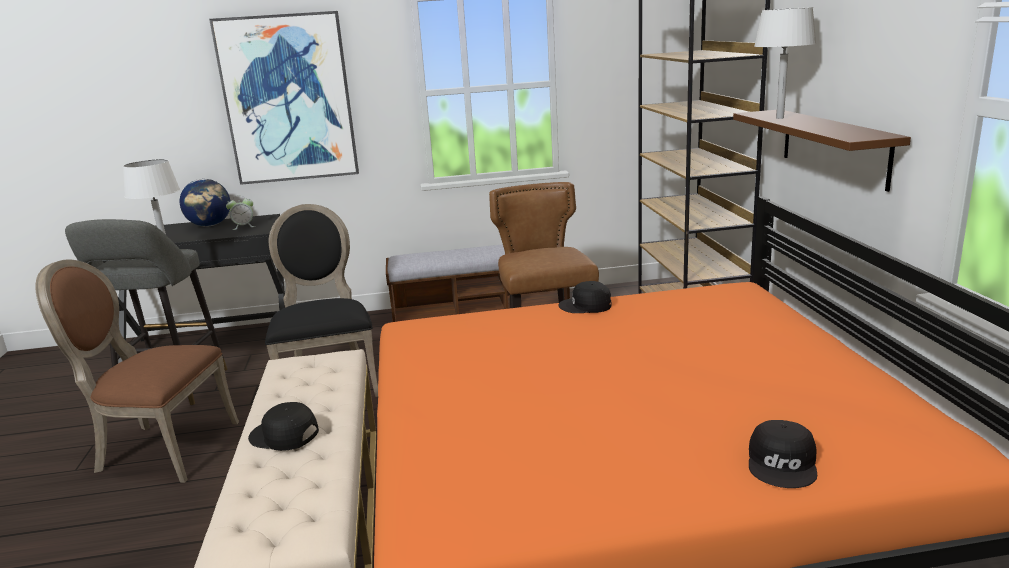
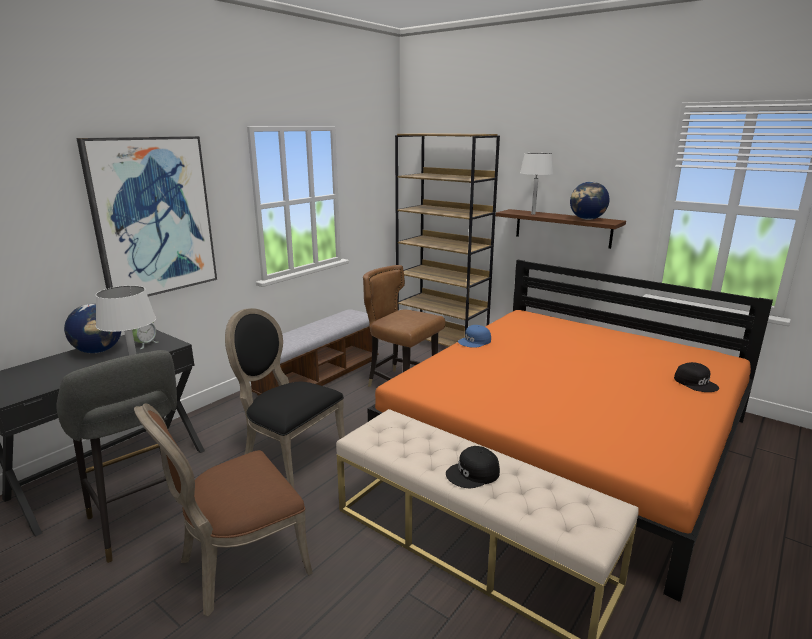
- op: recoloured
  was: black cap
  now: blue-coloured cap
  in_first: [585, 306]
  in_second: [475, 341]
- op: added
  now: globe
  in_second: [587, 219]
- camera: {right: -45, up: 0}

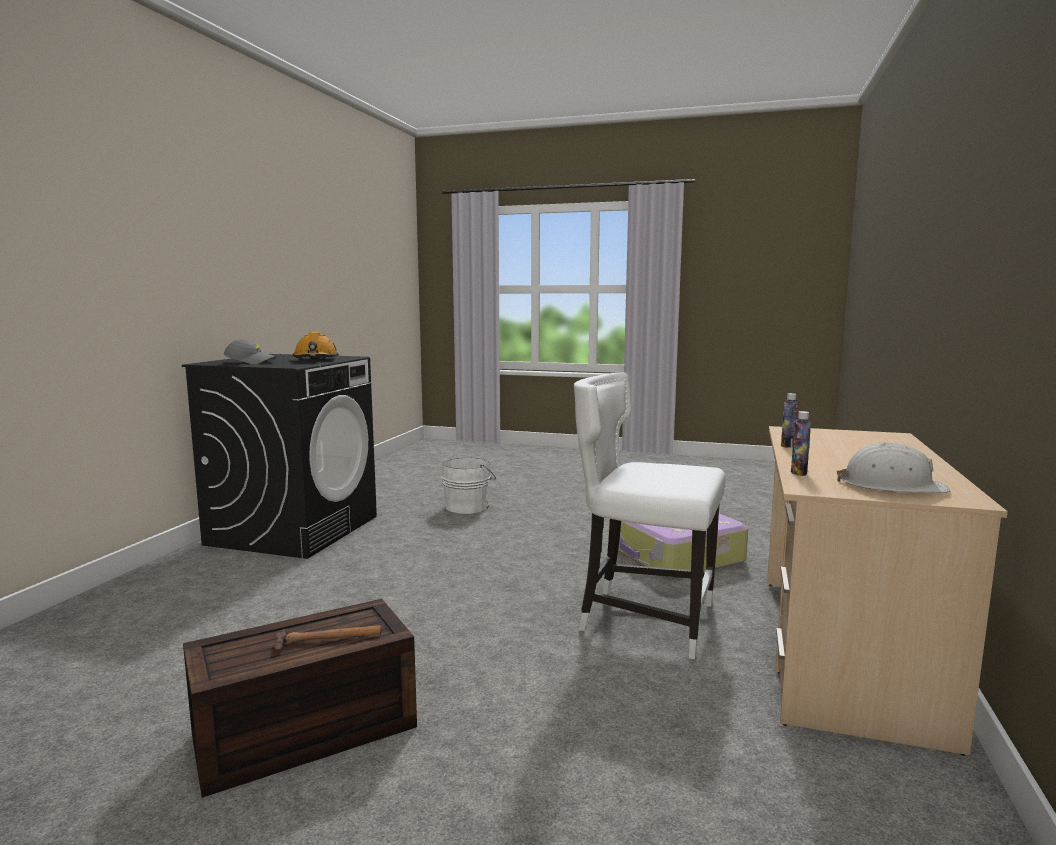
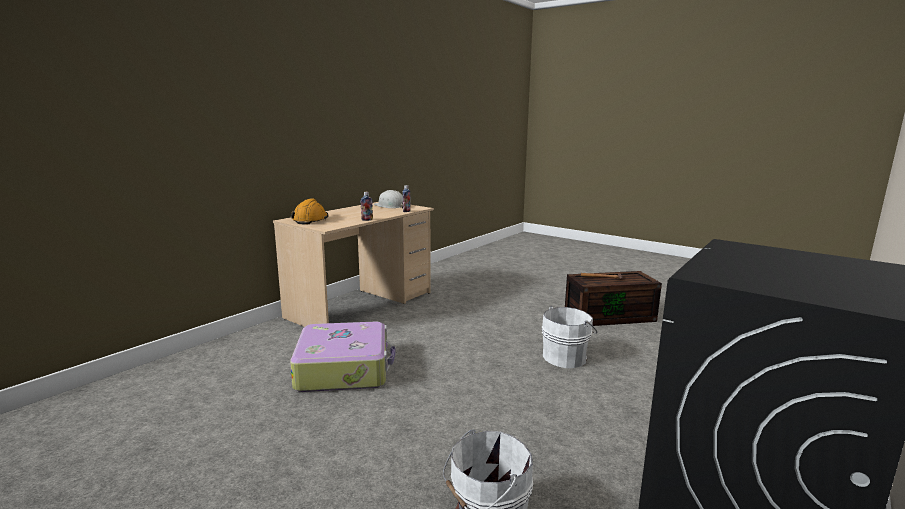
- op: moved
  was: orangey safety helmet
  in_first: [316, 359]
  in_second: [310, 220]
- op: added
  now: white pail
  in_second: [566, 357]
- op: removed
  was: grey cap
  in_first: [251, 362]
- op: removed
  was: white chair
  in_first: [644, 619]
- camera: {right: -160, up: 5}

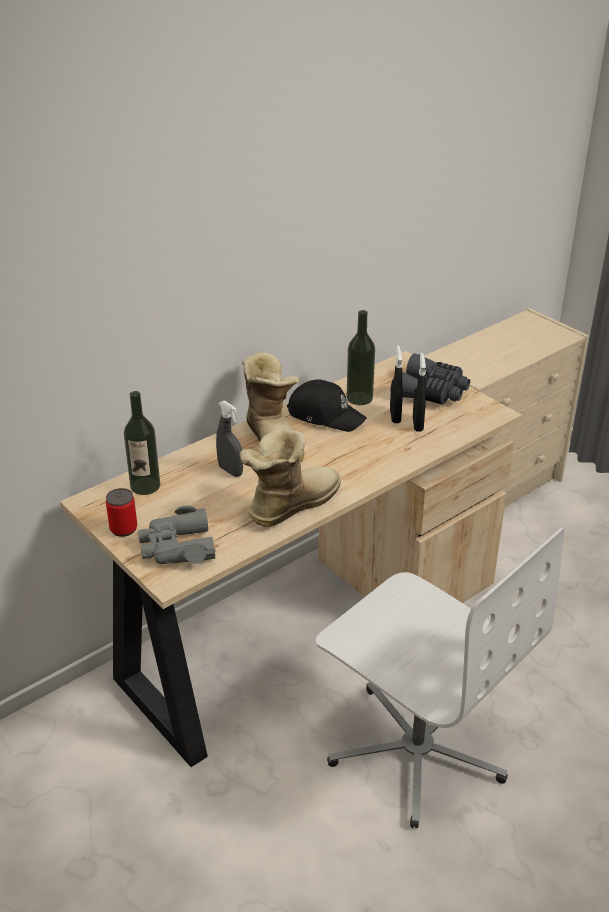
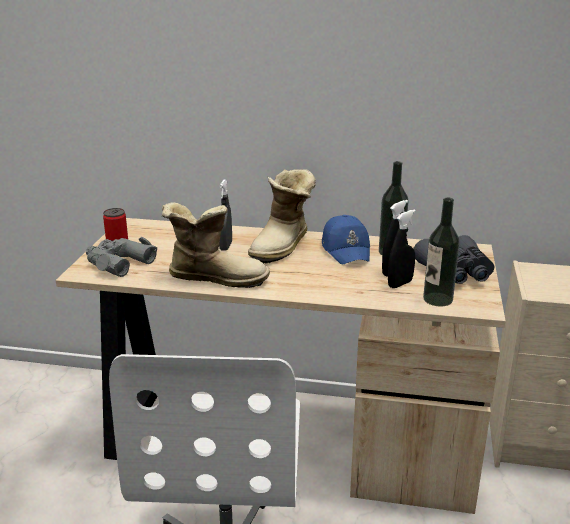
- op: recoloured
  was: black cap
  now: blue-coloured cap
  in_first: [325, 415]
  in_second: [346, 249]
- op: moved
  was: bottle
  in_first: [145, 486]
  in_second: [437, 299]
- camera: {right: 50, up: -10}

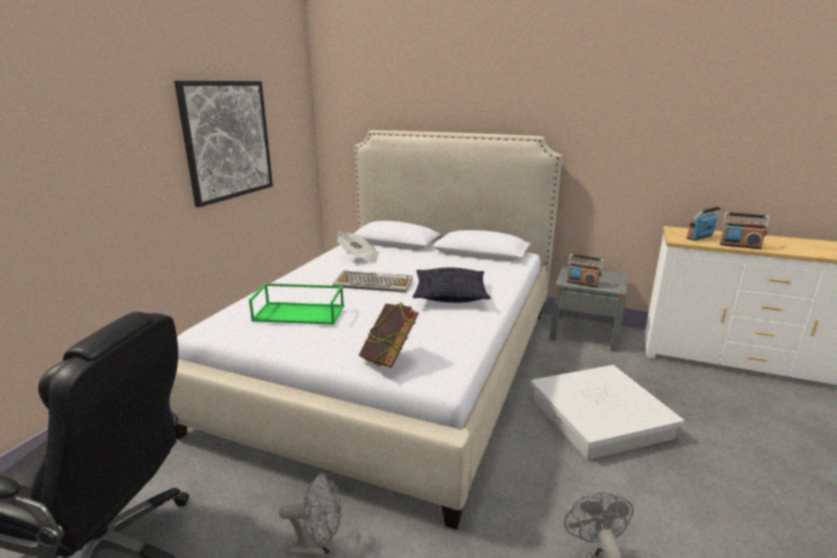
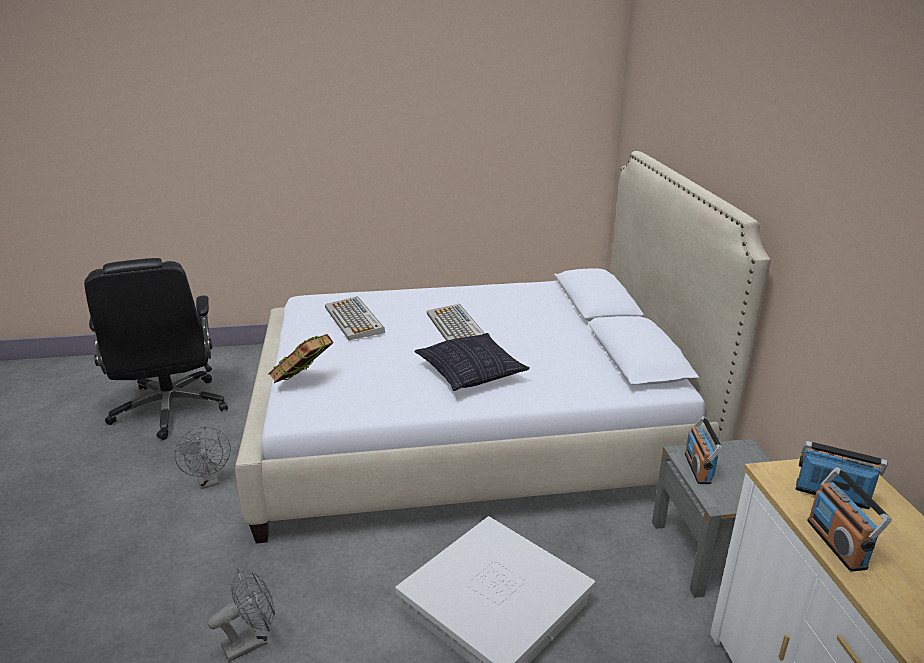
- op: replaced
  was: green serving tray
  now: computer keyboard
  in_first: [300, 313]
  in_second: [354, 320]
- op: removed
  was: wall art
  in_first: [228, 140]
- op: removed
  was: printed paper
  in_first: [359, 258]
- camera: {right: 60, up: 5}

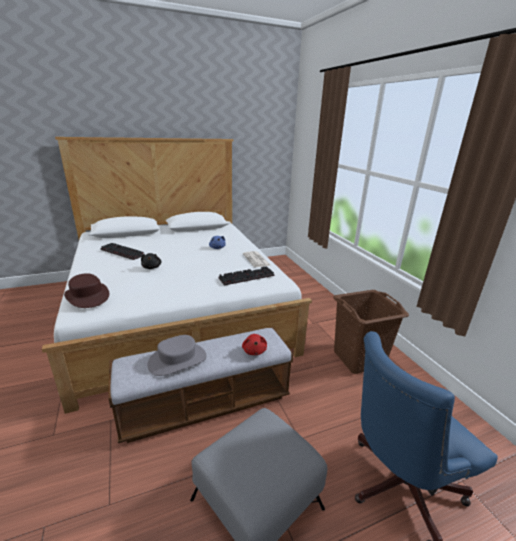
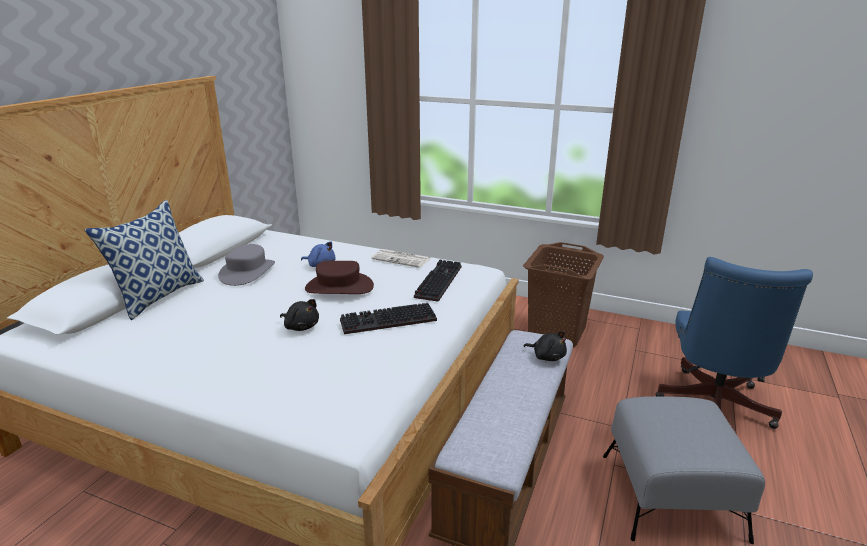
- op: added
  now: throw pillow
  in_second: [159, 296]
- op: moved
  was: grey clothing hat
  in_first: [177, 360]
  in_second: [247, 272]
- op: moved
  was: brownish clothing hat
  in_first: [87, 296]
  in_second: [339, 287]
- op: moved
  was: computer keyboard
  in_first: [121, 252]
  in_second: [387, 322]
- op: recoloured
  was: red soft toy
  now: black soft toy
  in_first: [254, 350]
  in_second: [547, 356]
- camera: {right: -45, up: 0}

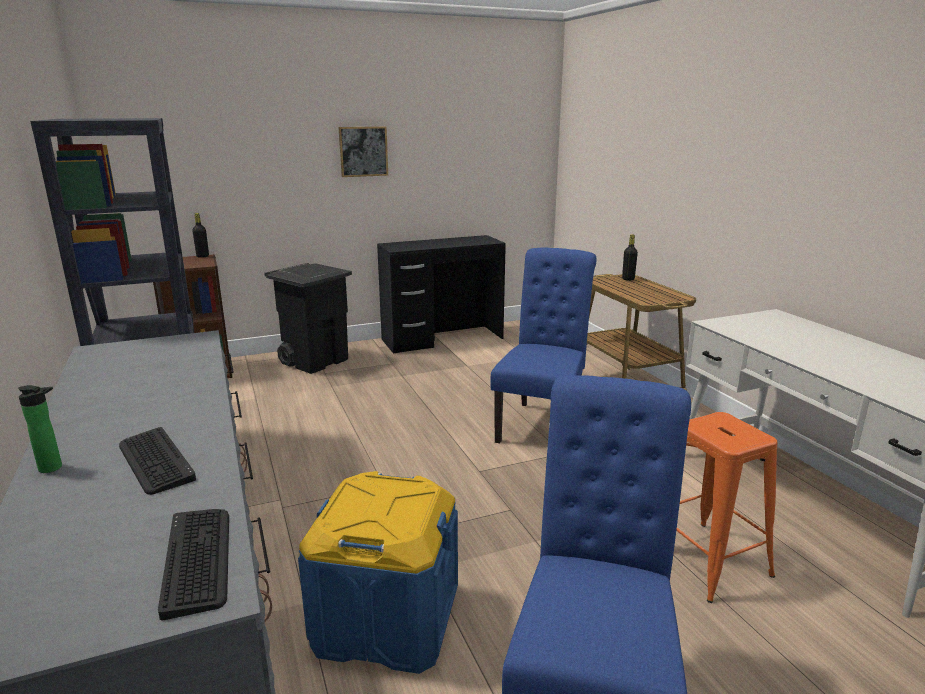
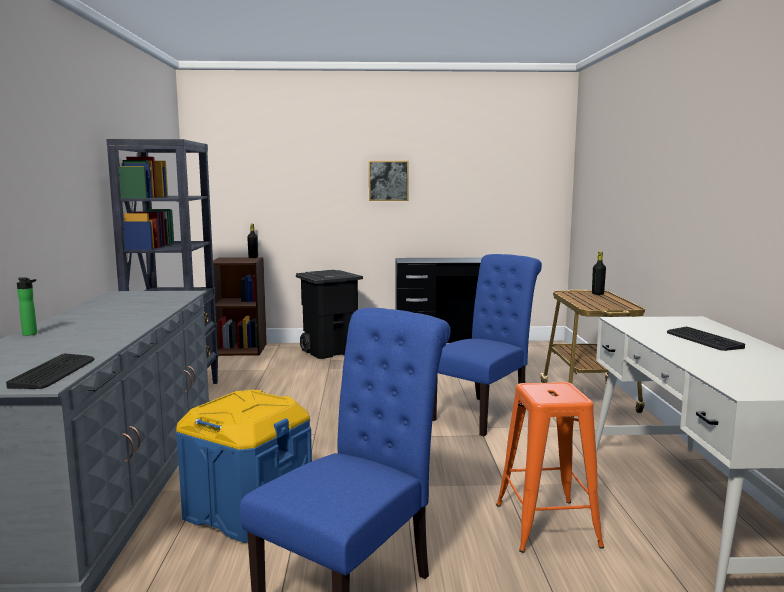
- op: moved
  was: computer keyboard
  in_first: [155, 461]
  in_second: [703, 340]
- camera: {right: 20, up: -10}

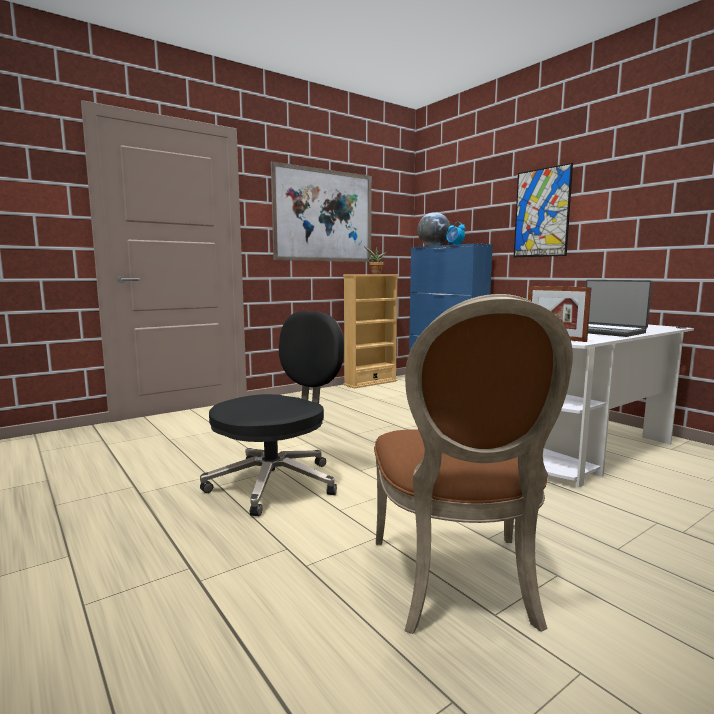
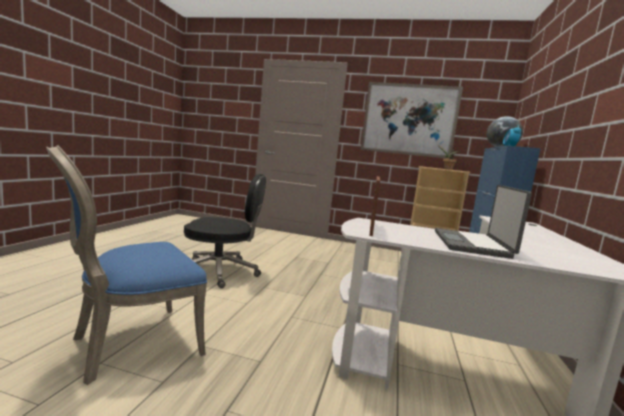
- op: recoloured
  was: brownish chair
  now: blue-coloured chair
  in_first: [459, 584]
  in_second: [132, 345]
- op: removed
  was: wall art
  in_first: [542, 213]
- camera: {right: 50, up: 0}

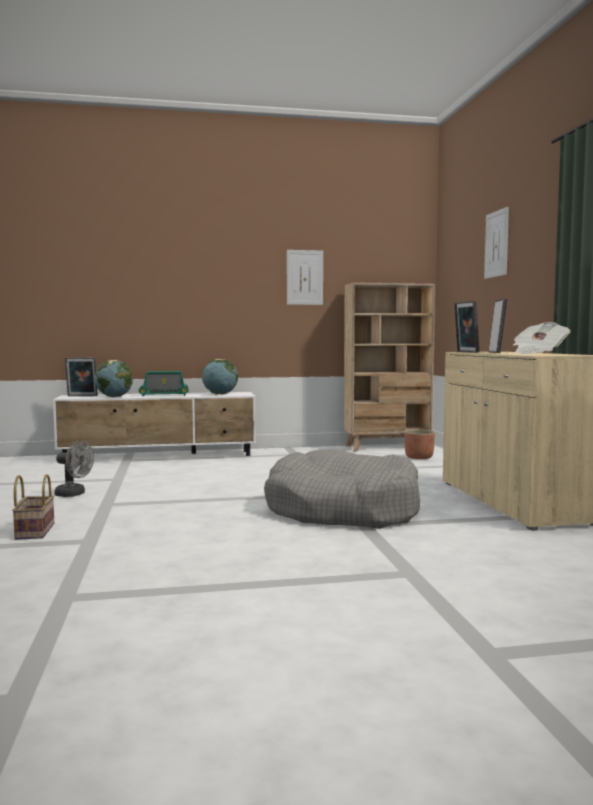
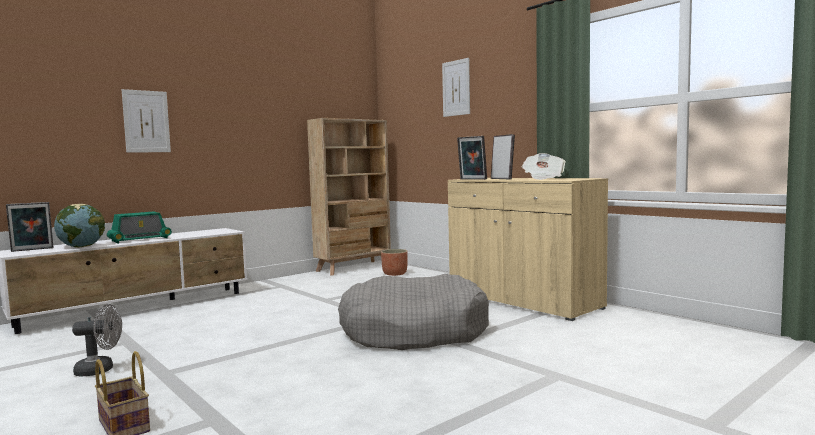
- op: moved
  was: wall art
  in_first: [304, 277]
  in_second: [146, 121]
- op: removed
  was: globe
  in_first: [220, 394]
- camera: {right: -30, up: 0}

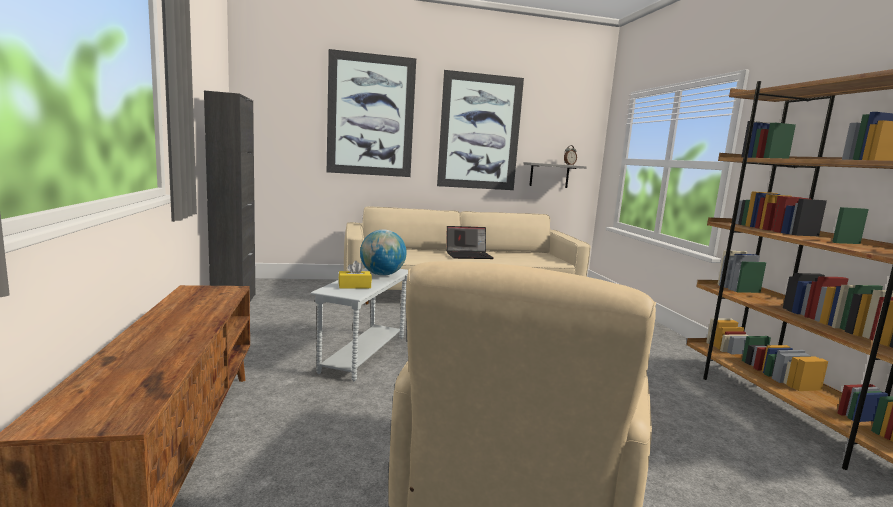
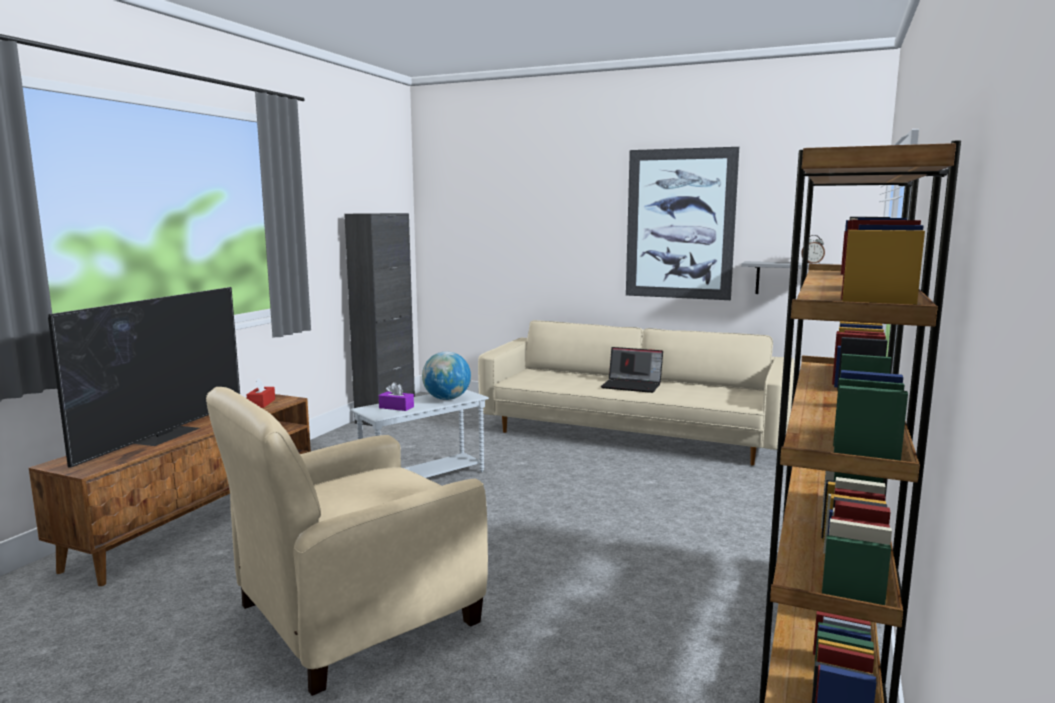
- op: added
  now: TV set
  in_second: [166, 434]
- op: added
  now: red box of tissues
  in_second: [261, 403]
- op: recoloured
  was: yellow box of tissues
  now: purple box of tissues
  in_first: [354, 286]
  in_second: [396, 407]
- op: removed
  was: wall art
  in_first: [371, 115]
- camera: {right: 35, up: 0}

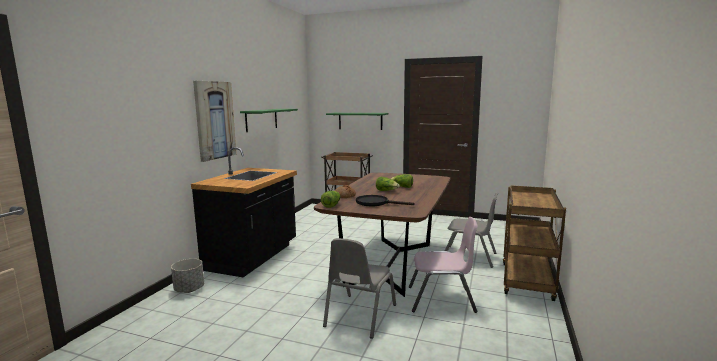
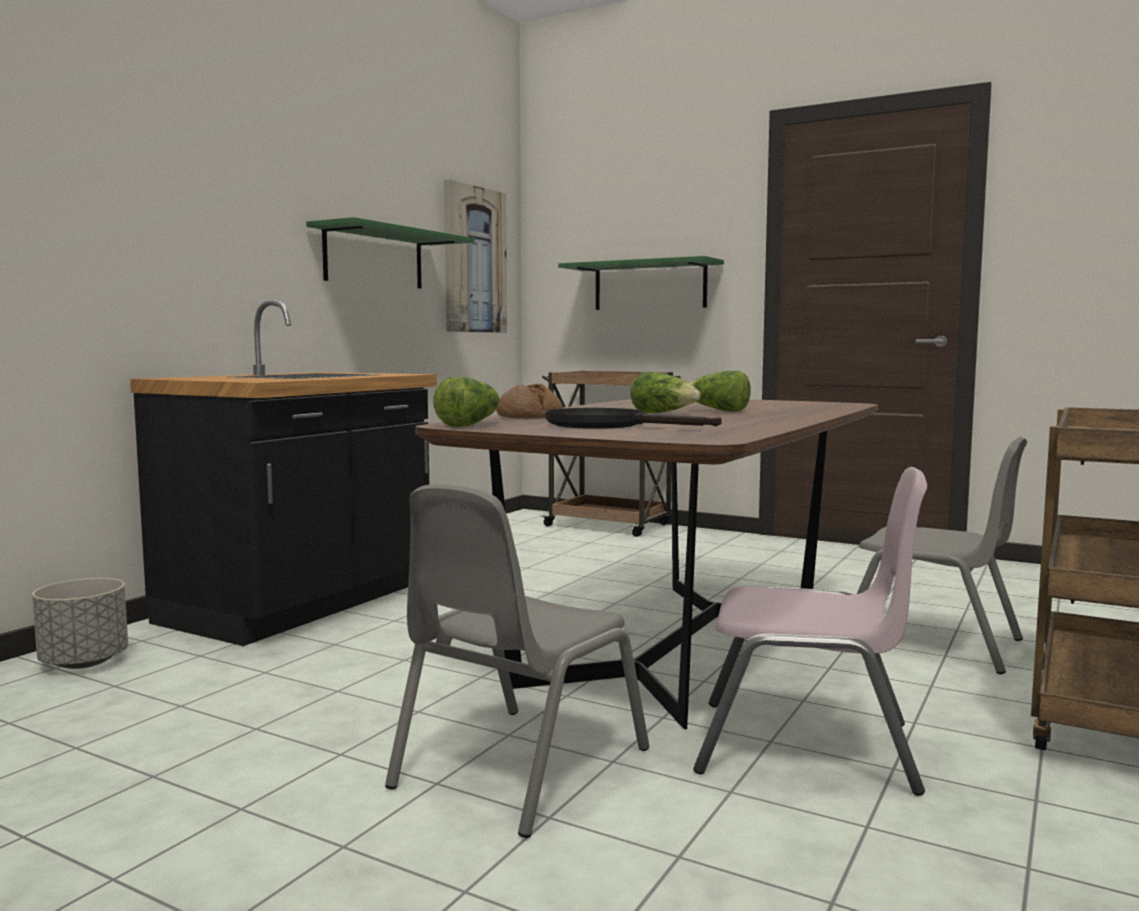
- op: moved
  was: wall art
  in_first: [214, 120]
  in_second: [474, 260]
- camera: {right: 10, up: -5}

